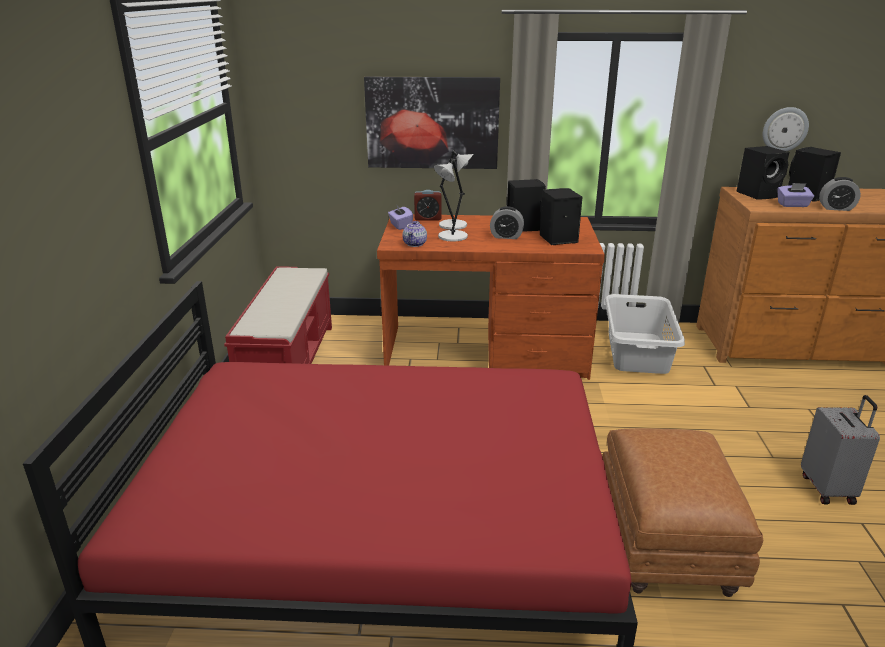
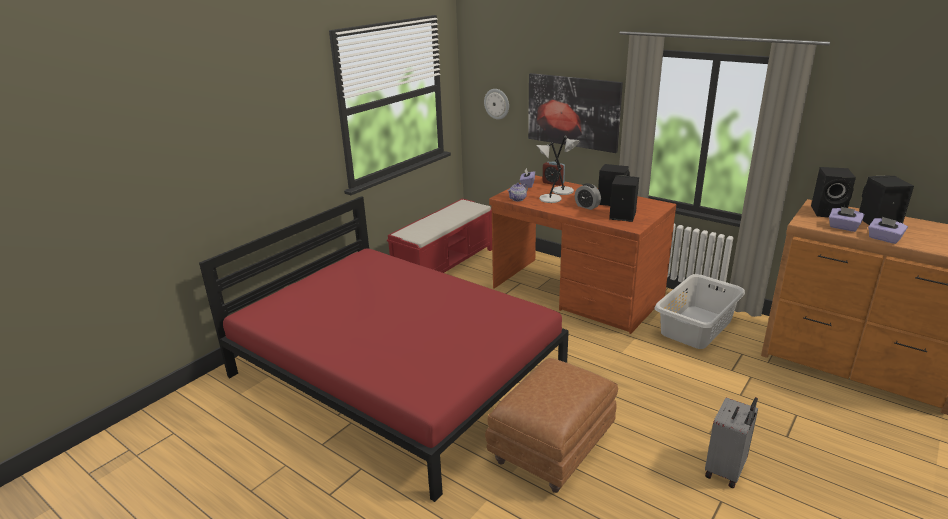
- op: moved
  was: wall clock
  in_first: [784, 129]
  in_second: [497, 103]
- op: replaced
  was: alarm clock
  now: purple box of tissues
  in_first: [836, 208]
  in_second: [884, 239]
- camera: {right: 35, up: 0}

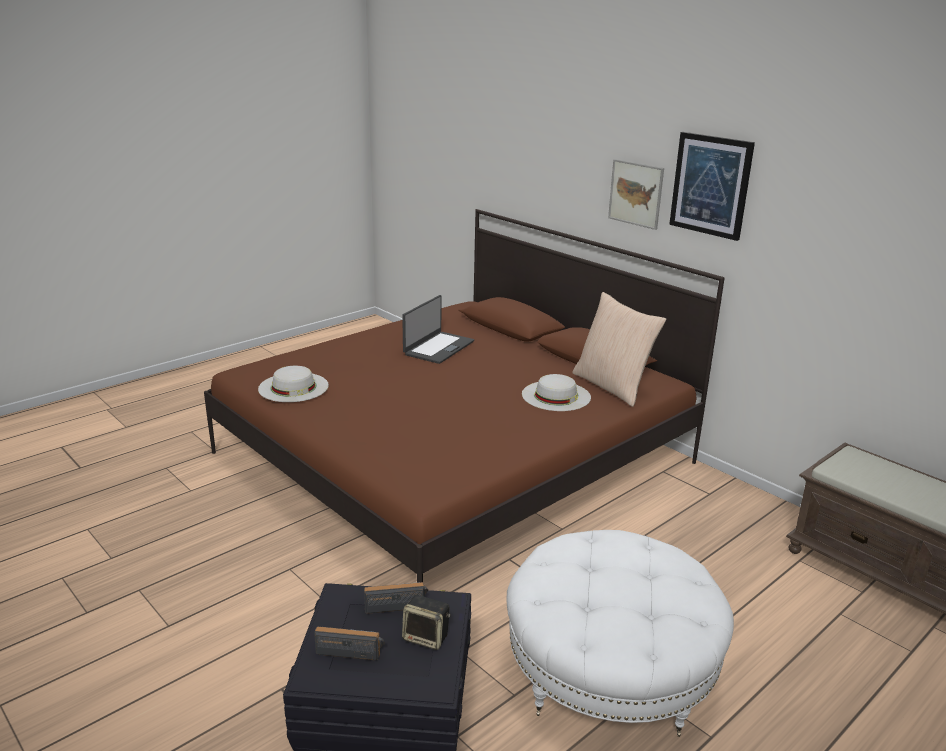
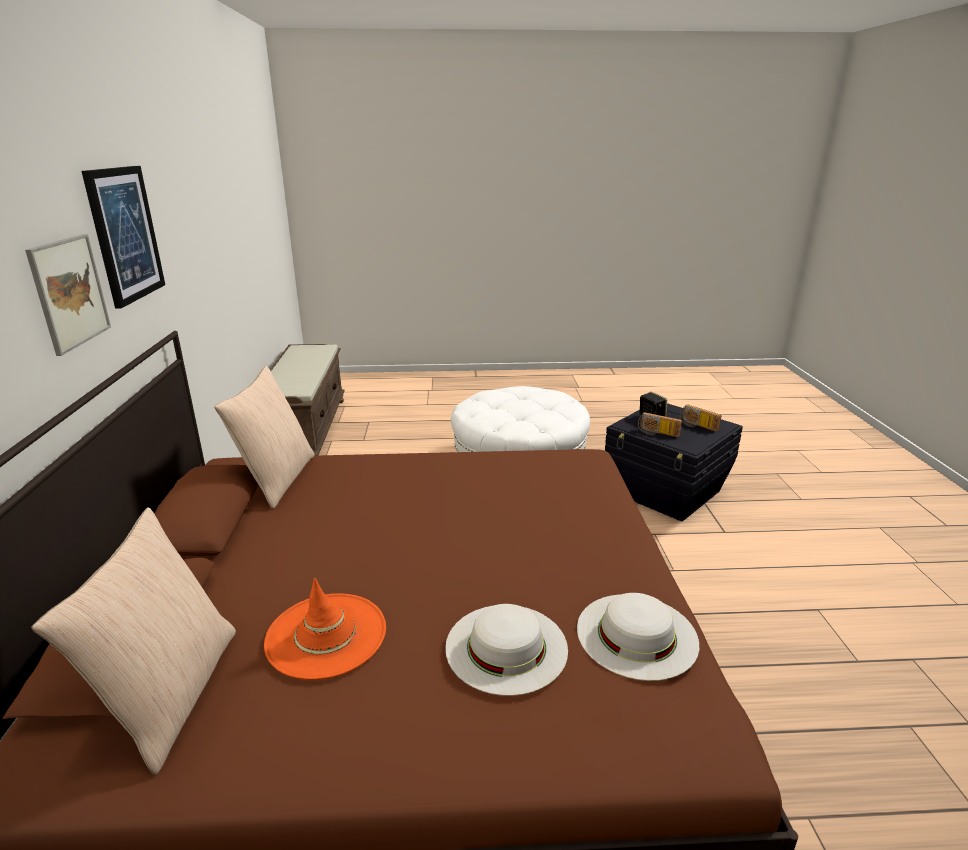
- op: added
  now: beige throw pillow
  in_second: [171, 694]
- op: replaced
  was: laptop
  now: orangey clothing hat
  in_first: [438, 348]
  in_second: [326, 635]
- op: moved
  was: white clothing hat
  in_first: [556, 395]
  in_second: [506, 647]
- camera: {right: -140, up: 0}

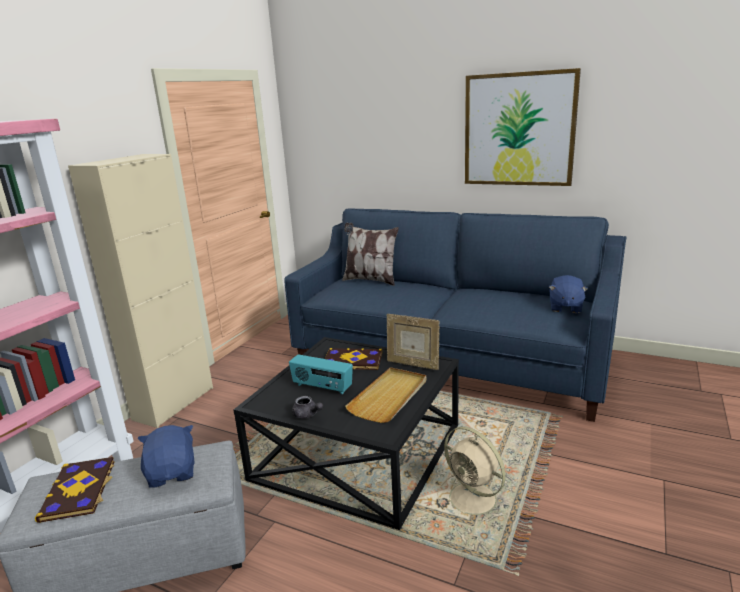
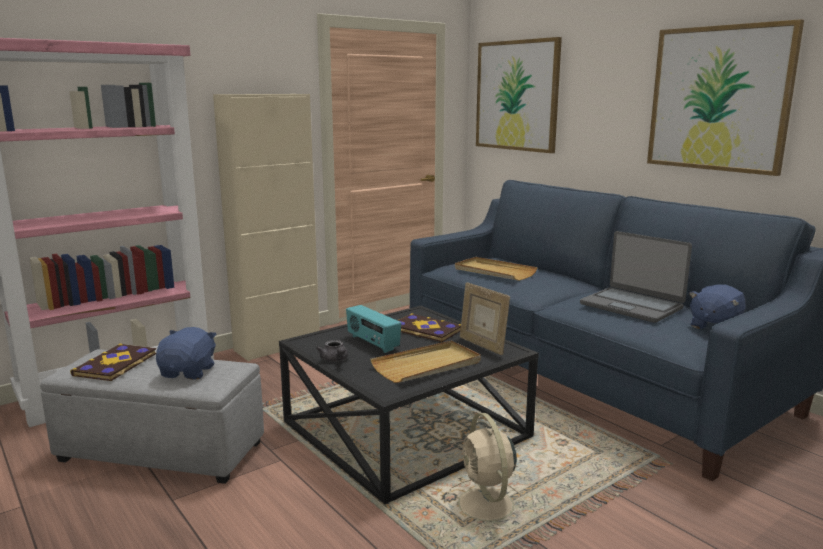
- op: added
  now: beige serving tray
  in_second: [494, 271]
- op: added
  now: wall art
  in_second: [517, 96]
- op: added
  now: laptop
  in_second: [632, 306]
- op: removed
  was: throw pillow
  in_first: [370, 280]
- camera: {right: 25, up: -5}

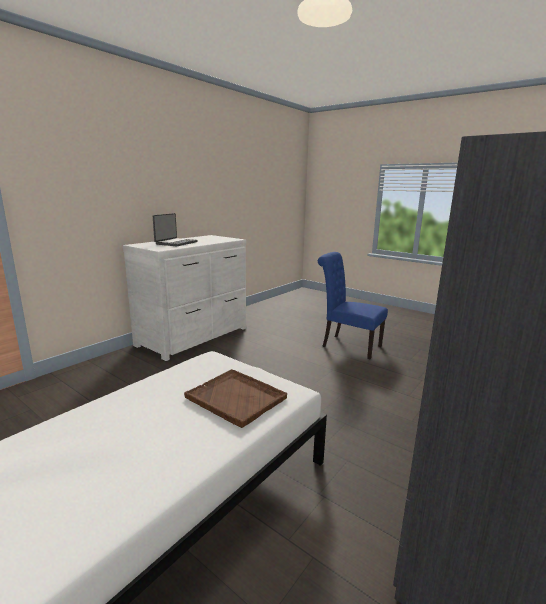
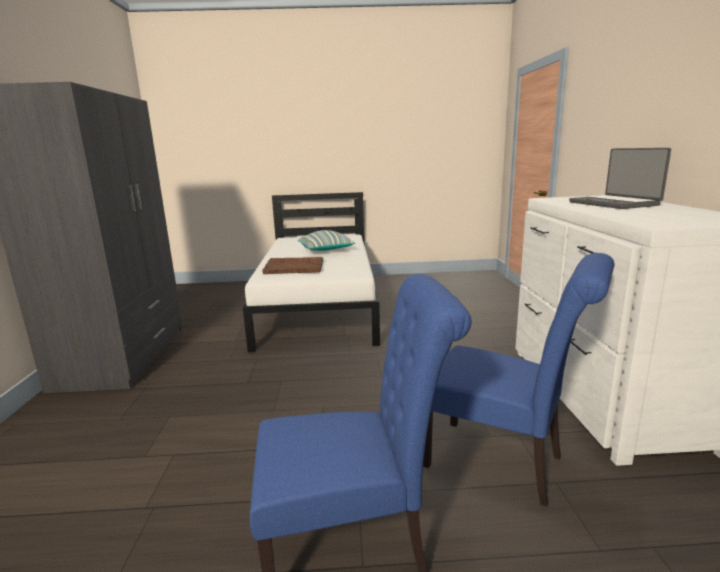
- op: added
  now: throw pillow
  in_second: [326, 250]
- op: added
  now: blue-coloured chair
  in_second: [502, 463]
- camera: {right: 140, up: 0}

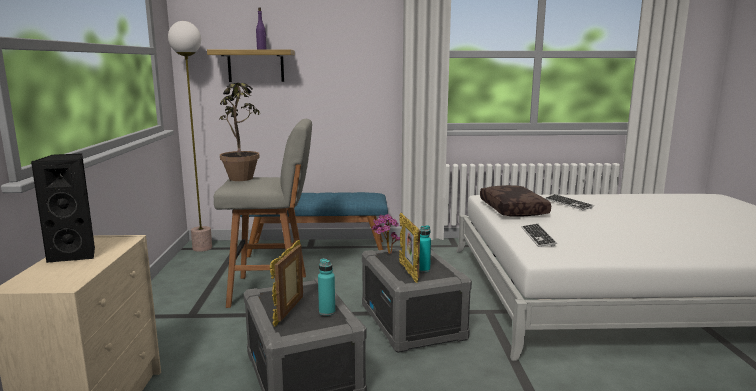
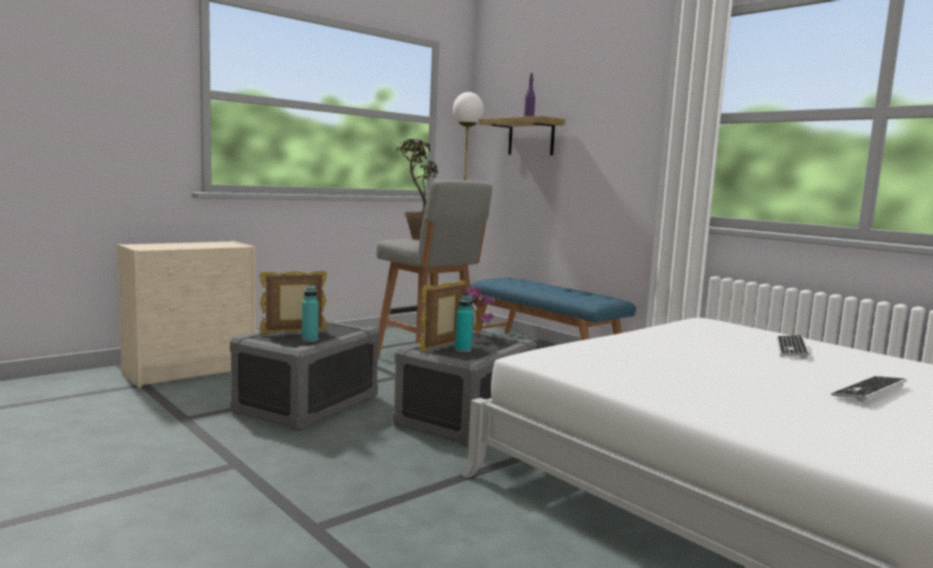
- op: moved
  was: computer keyboard
  in_first: [538, 236]
  in_second: [869, 390]
- op: removed
  was: black loudspeaker
  in_first: [75, 254]
- op: removed
  was: brownish throw pillow
  in_first: [511, 209]
- camera: {right: 50, up: -5}

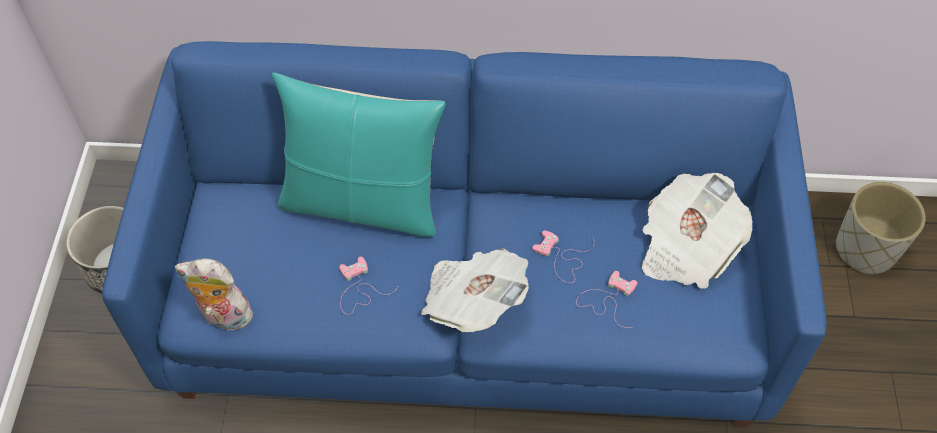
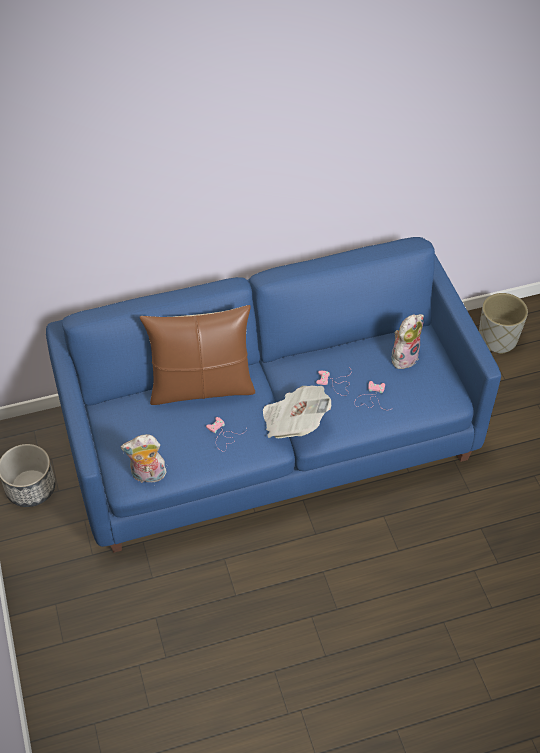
- op: recoloured
  was: turquoise-coloured throw pillow
  now: brownish throw pillow
  in_first: [362, 203]
  in_second: [201, 387]
- op: replaced
  was: printed paper
  now: soft toy
  in_first: [686, 247]
  in_second: [404, 357]
- camera: {right: -20, up: -5}

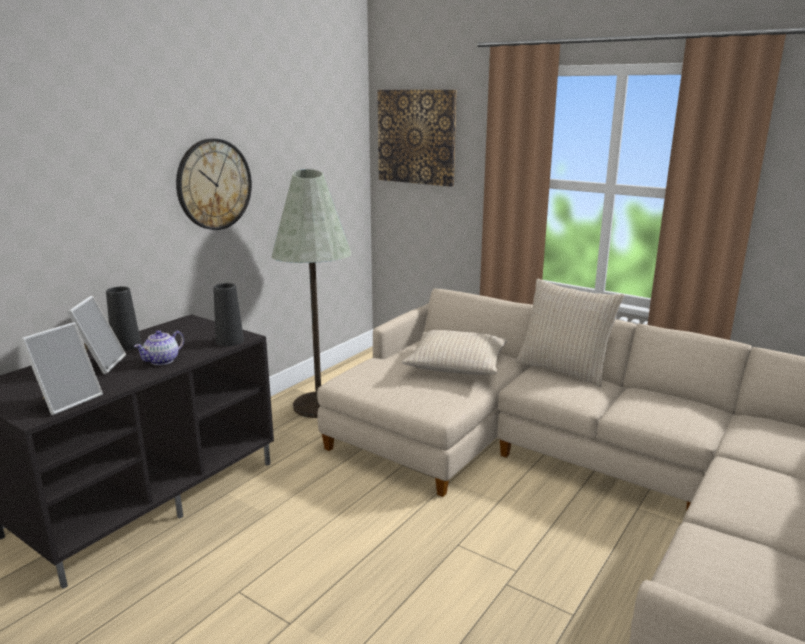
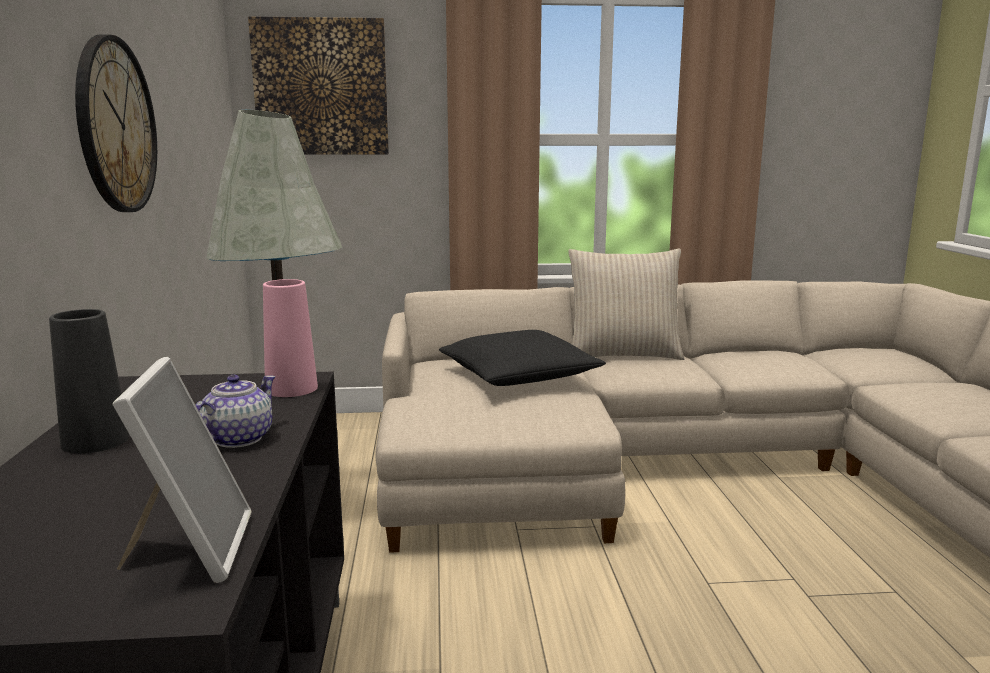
- op: turned
  was: tea pot
  in_first: [162, 361]
  in_second: [237, 439]
  clockwise: -150
- op: recoloured
  was: black vase
  now: pinkish vase
  in_first: [230, 341]
  in_second: [291, 388]
- op: recoloured
  was: beige throw pillow
  now: black throw pillow
  in_first: [456, 364]
  in_second: [518, 375]
- op: removed
  was: picture frame
  in_first: [99, 364]
- camera: {right: -40, up: -5}

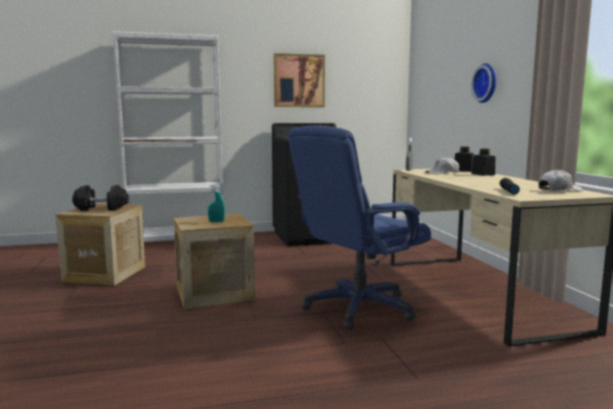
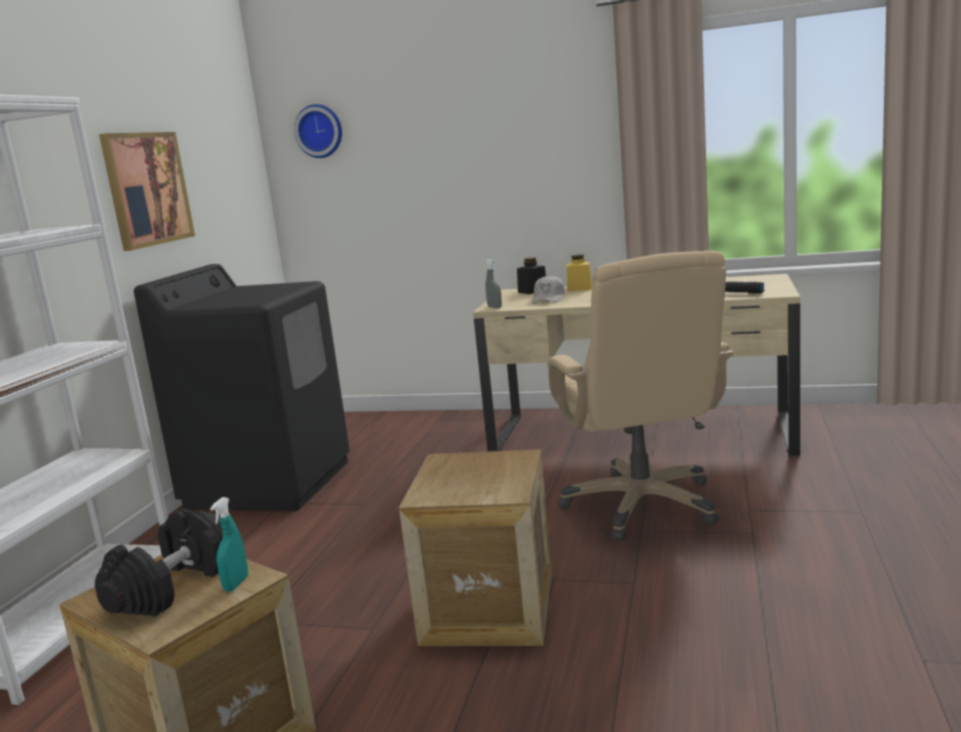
- op: moved
  was: turquoise-coloured spray bottle
  in_first: [216, 221]
  in_second: [236, 584]
- op: moved
  was: wall clock
  in_first: [487, 83]
  in_second: [320, 131]
- op: recoloured
  was: blue-coloured desk chair
  now: beige desk chair
  in_first: [358, 308]
  in_second: [642, 505]
- op: recoloured
  was: black storage jar
  now: yellow storage jar
  in_first: [483, 174]
  in_second: [579, 288]
- op: removed
  was: white cap
  in_first: [559, 190]
- camera: {right: -60, up: 5}

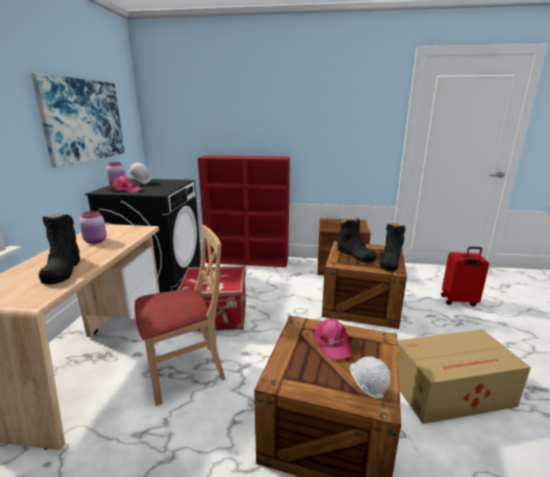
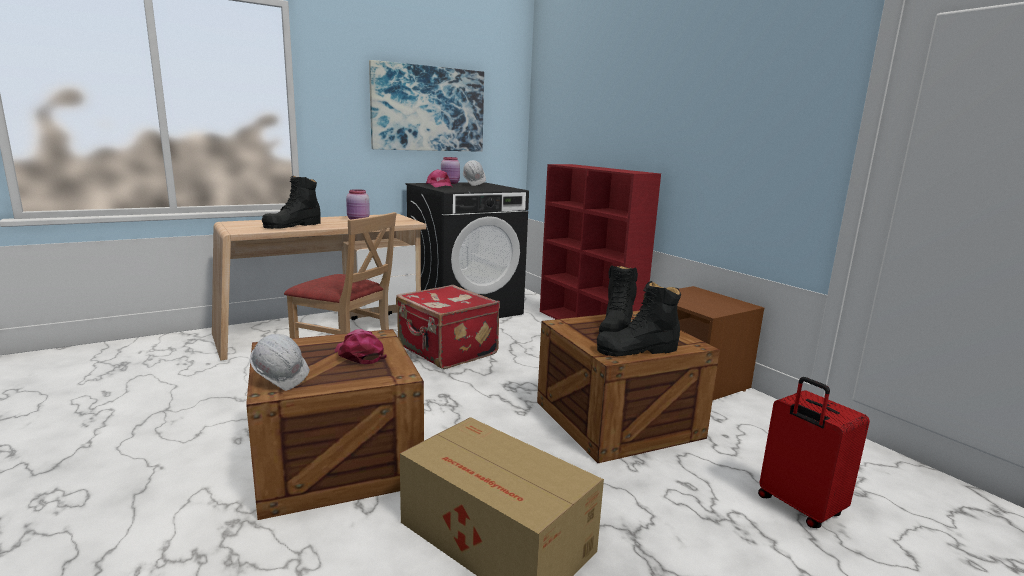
- op: turned
  was: pinkish cap
  in_first: [331, 343]
  in_second: [359, 354]
  clockwise: 105
- camera: {right: 50, up: -5}

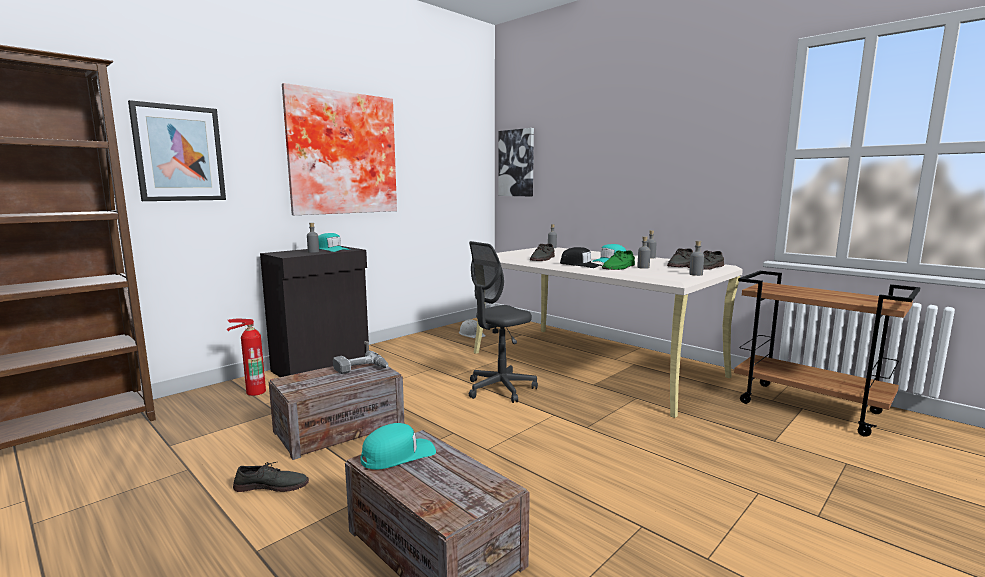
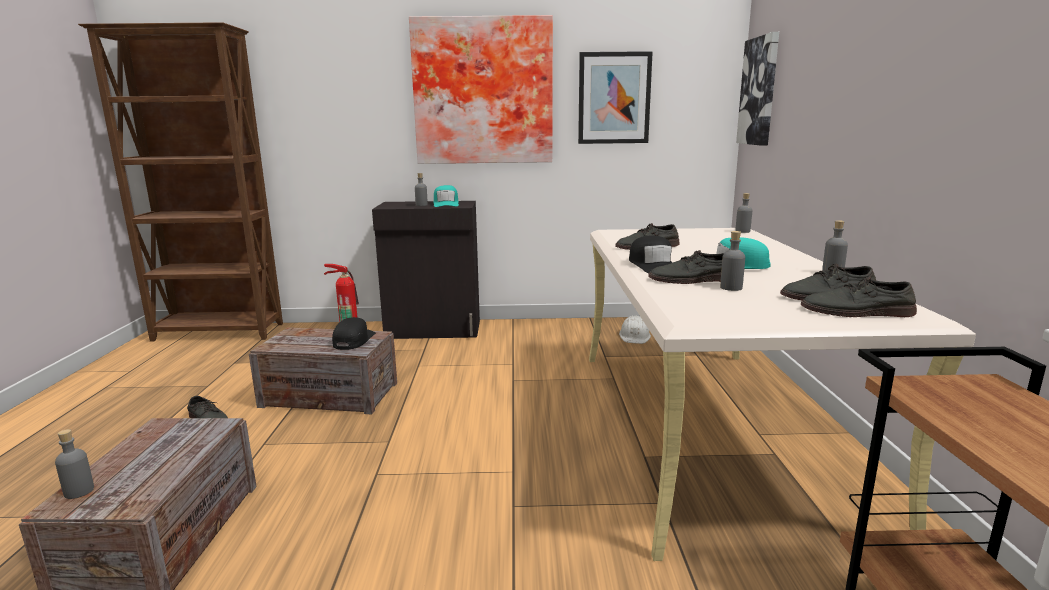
- op: moved
  was: grey bottle
  in_first: [695, 274]
  in_second: [79, 491]
- op: replaced
  was: power drill
  now: black cap
  in_first: [362, 369]
  in_second: [353, 340]
- op: moved
  was: wall art
  in_first: [179, 153]
  in_second: [614, 98]
- op: recoloured
  was: green low shoe
  now: grey low shoe
  in_first: [619, 267]
  in_second: [692, 280]
- op: removed
  was: turquoise-coloured cap
  in_first: [398, 455]
- op: removed
  was: grey desk chair
  in_first: [500, 389]
- camera: {right: 45, up: 5}

